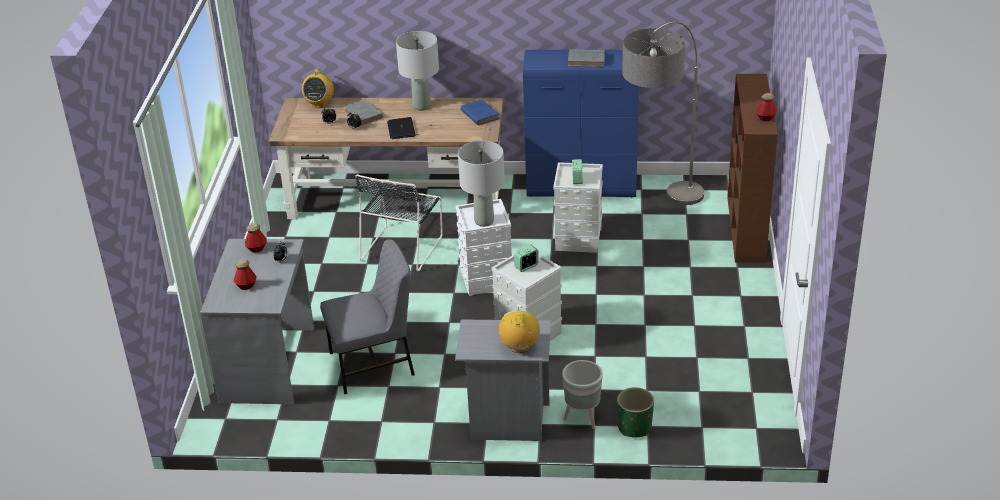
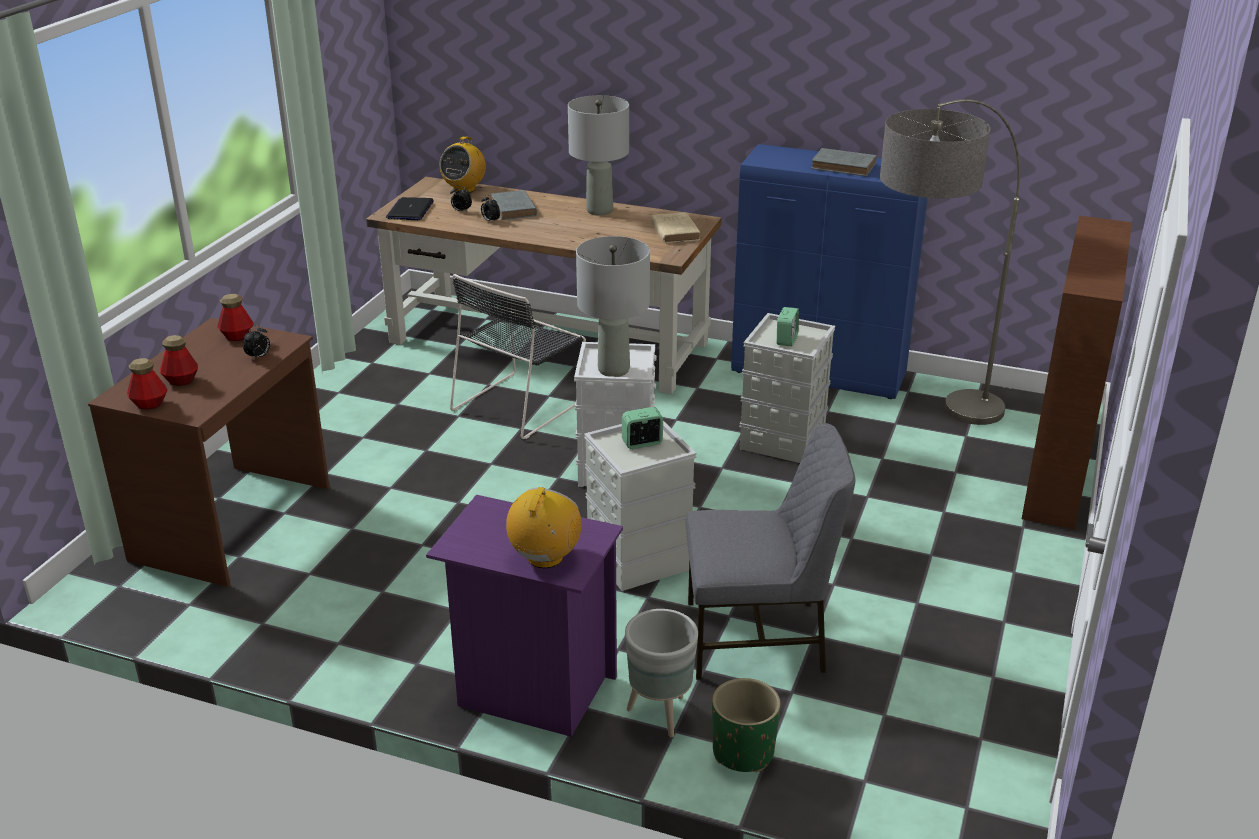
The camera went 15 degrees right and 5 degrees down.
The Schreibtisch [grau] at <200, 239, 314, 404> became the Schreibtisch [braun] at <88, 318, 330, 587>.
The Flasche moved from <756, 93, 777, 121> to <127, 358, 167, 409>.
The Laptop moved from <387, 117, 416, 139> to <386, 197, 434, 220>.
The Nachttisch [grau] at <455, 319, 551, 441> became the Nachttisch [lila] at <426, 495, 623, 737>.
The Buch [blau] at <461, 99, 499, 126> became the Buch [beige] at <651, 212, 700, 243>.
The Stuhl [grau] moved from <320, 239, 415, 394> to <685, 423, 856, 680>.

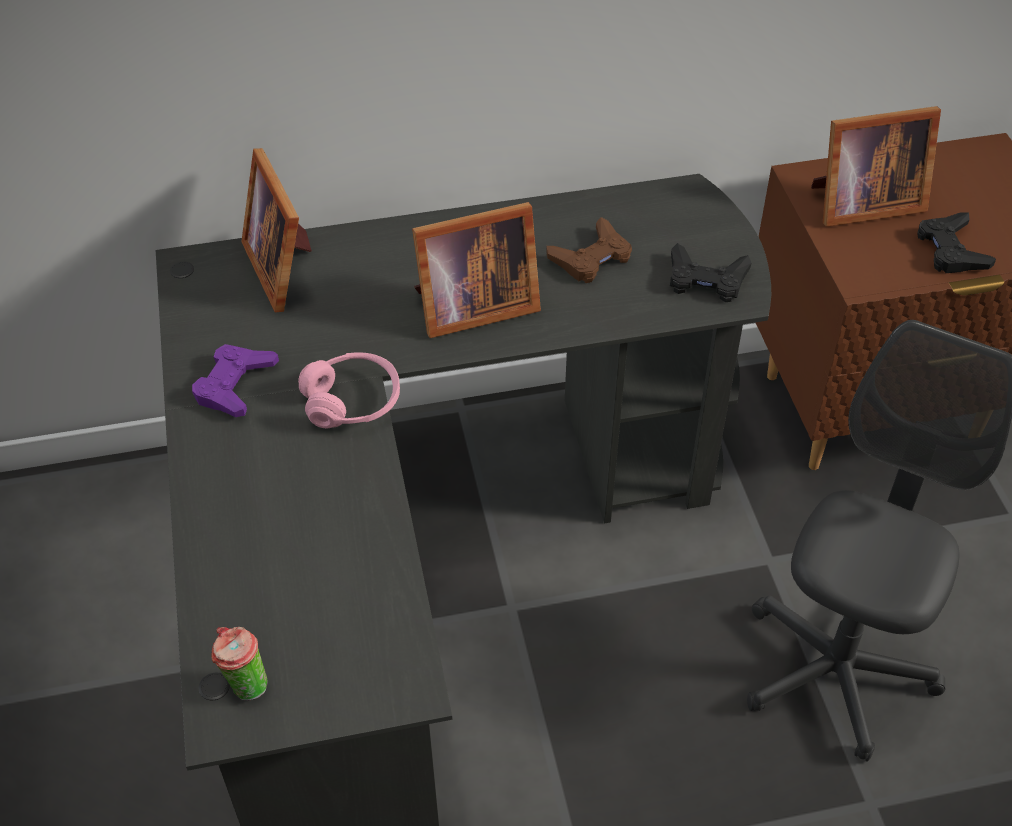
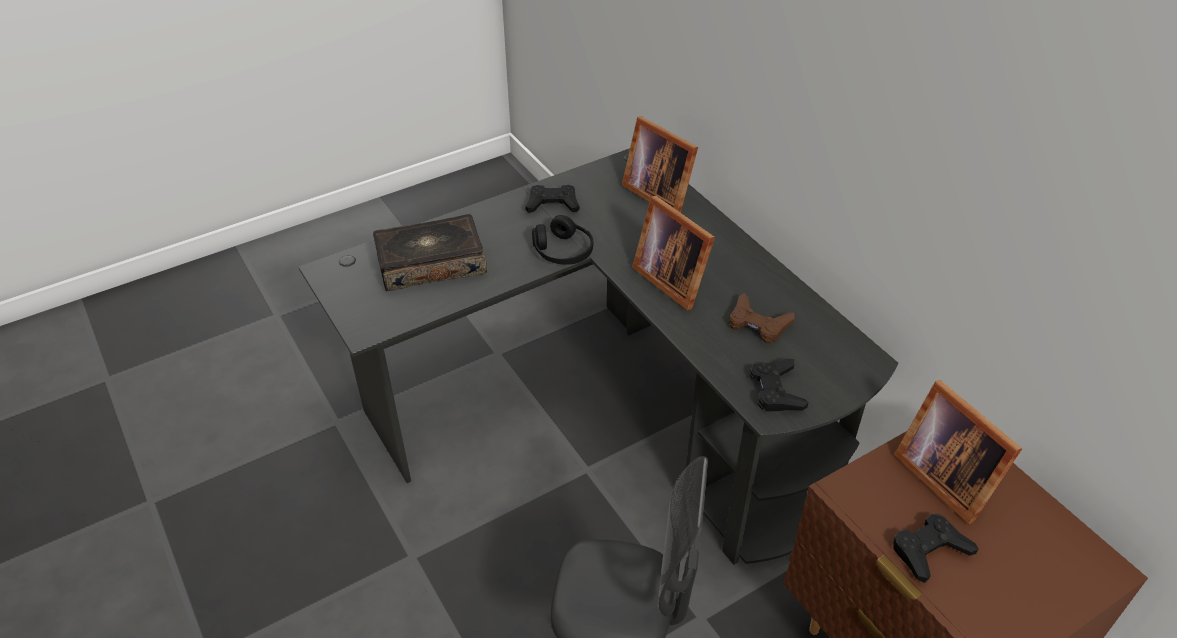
The camera went 70 degrees right and 5 degrees down.
The Buch at <373, 214, 487, 291> appeared.
The Gamepad [lila] at <192, 344, 279, 417> became the Gamepad [schwarz] at <525, 185, 580, 213>.
The Kopfhörer [rosa] at <298, 352, 400, 428> became the Kopfhörer [schwarz] at <532, 215, 593, 265>.
The Bilderrahmen at <241, 148, 312, 312> turned 90 degrees counterclockwise.
The Tasse at <211, 627, 267, 701> disappeared.

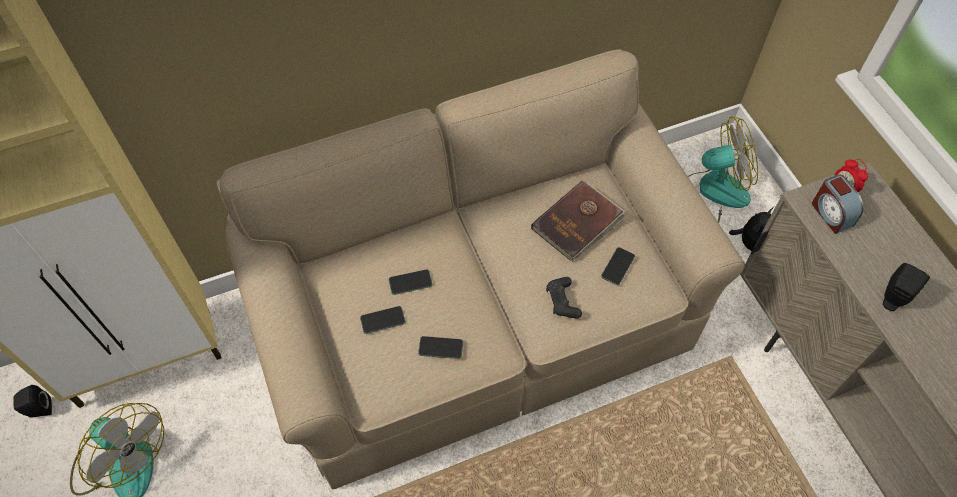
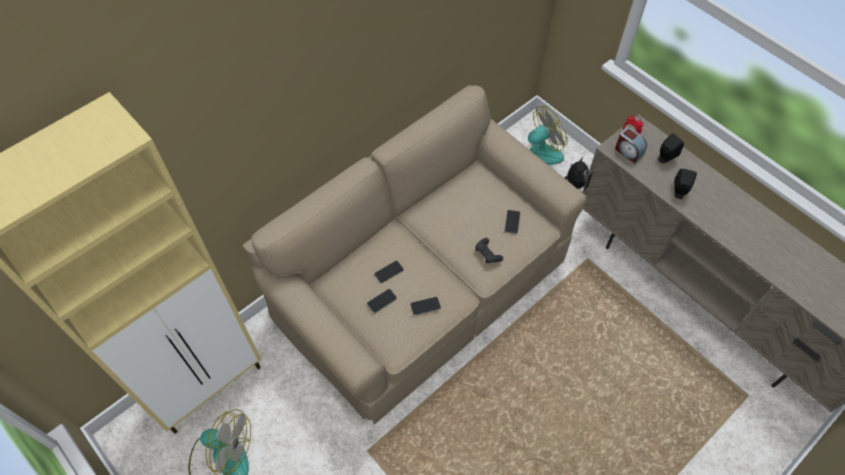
The camera went 20 degrees left and 0 degrees up.
The Lautsprecher [schwarz] moved from <14, 385, 52, 418> to <658, 133, 684, 163>.
The Buch [braun] at <531, 180, 626, 262> disappeared.

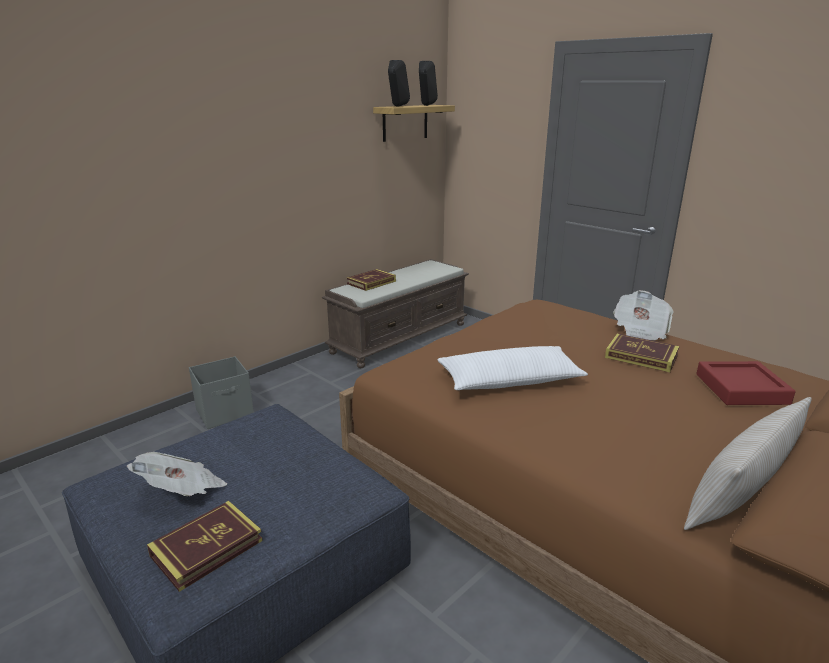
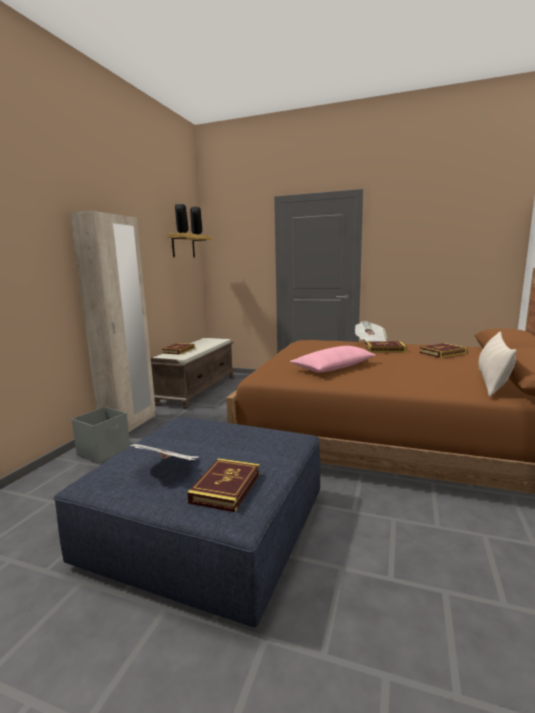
The camera went 25 degrees left and 10 degrees down.
The Kleiderschrank [beige] at <70, 211, 156, 432> appeared.
The Kissen [weiß] at <438, 346, 588, 390> became the Kissen [rosa] at <290, 346, 376, 372>.
The Tablett [rot] at <696, 361, 796, 405> was replaced by the Buch at <419, 343, 467, 358>.

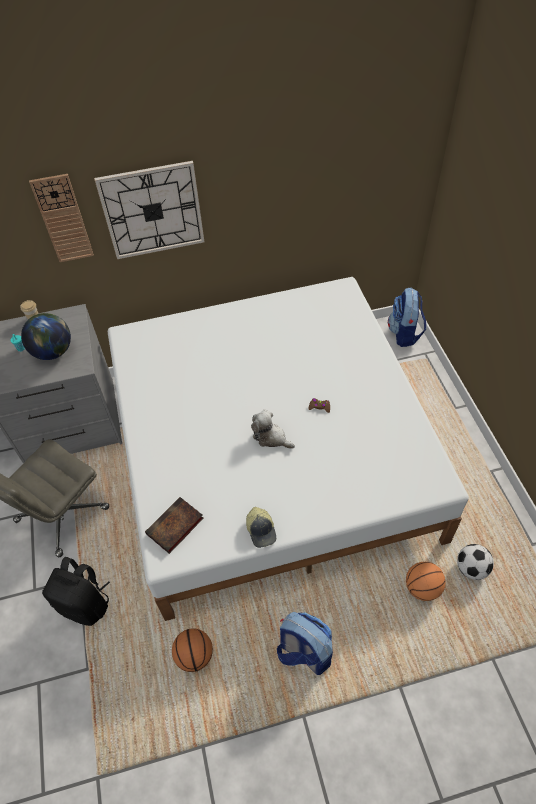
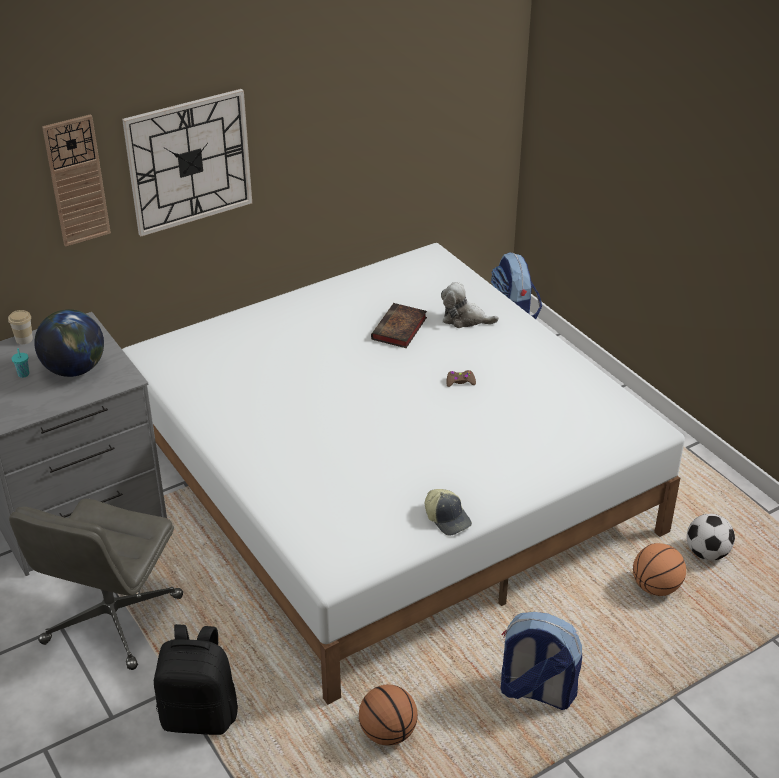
The camera went 20 degrees left and 15 degrees down.
The Buch moved from <145, 497, 203, 554> to <371, 303, 427, 348>.
The Plüschtier moved from <251, 410, 295, 449> to <441, 282, 499, 328>.

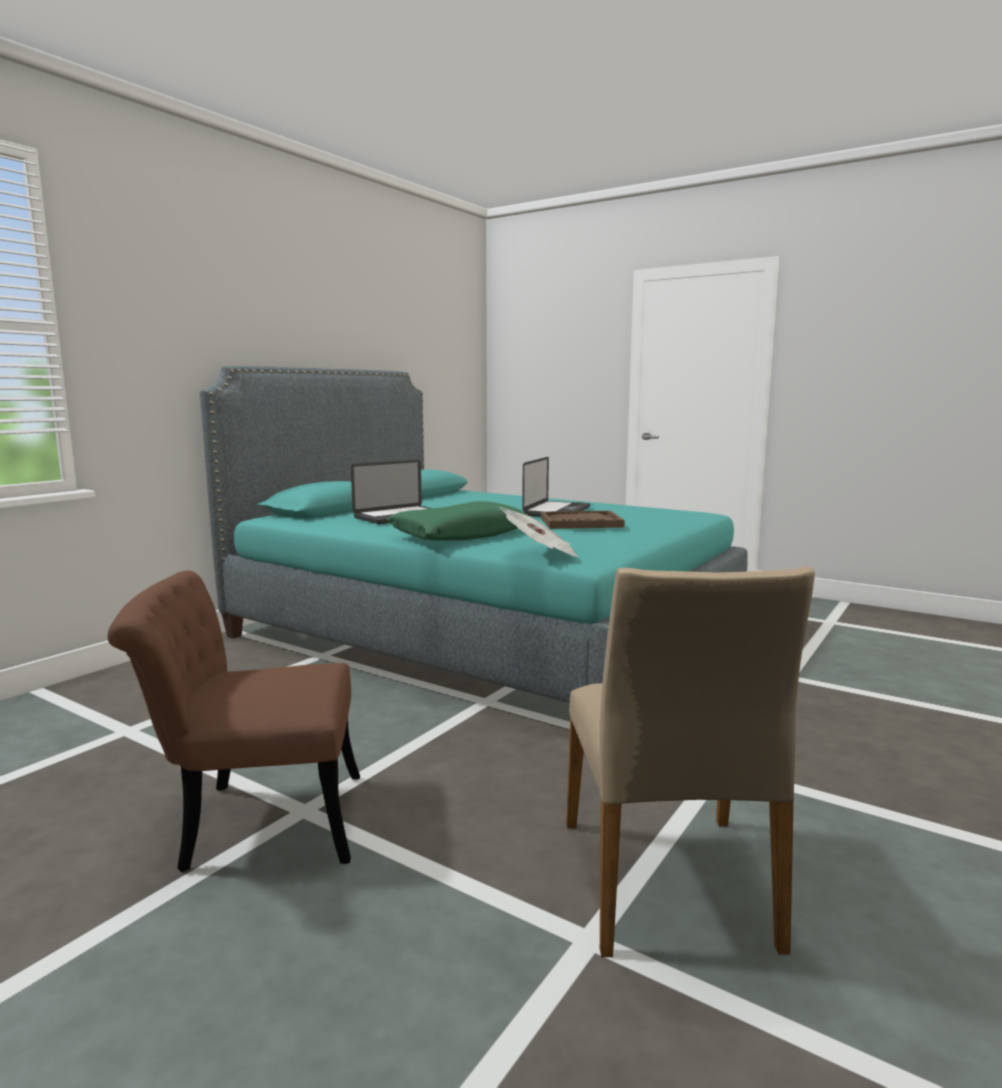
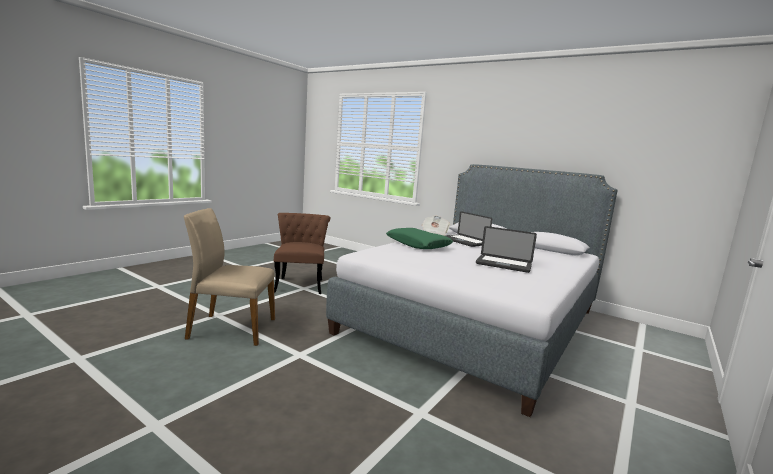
The camera went 90 degrees right and 0 degrees up.
The Bett [türkis] at <200, 366, 748, 703> became the Bett [grau] at <326, 164, 618, 417>.
The Zeitung moved from <499, 507, 578, 557> to <422, 215, 450, 236>.
The Tablett [braun] at <541, 511, 625, 529> disappeared.

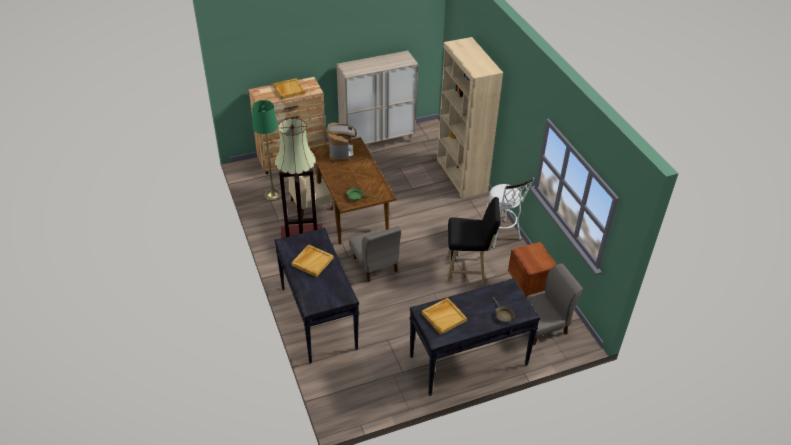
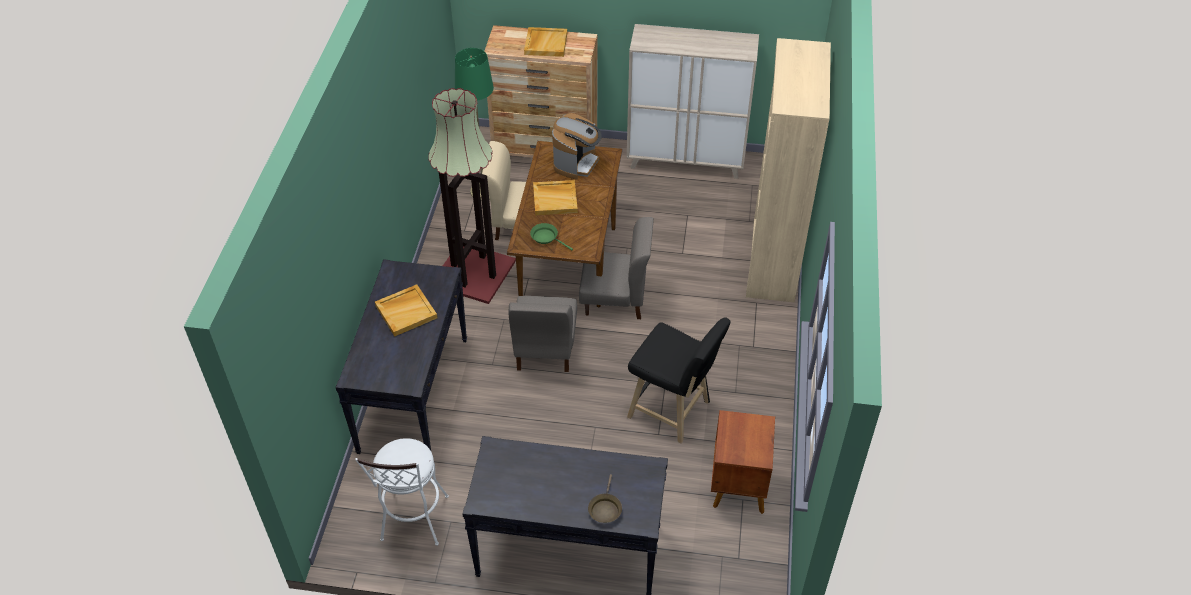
The camera went 30 degrees right and 5 degrees up.
The Hocker [weiß] moved from <487, 178, 534, 248> to <355, 438, 449, 546>.
The Tablett [beige] moved from <422, 298, 467, 335> to <533, 180, 578, 215>.
The Stuhl [grau] moved from <527, 263, 583, 346> to <579, 217, 654, 319>.

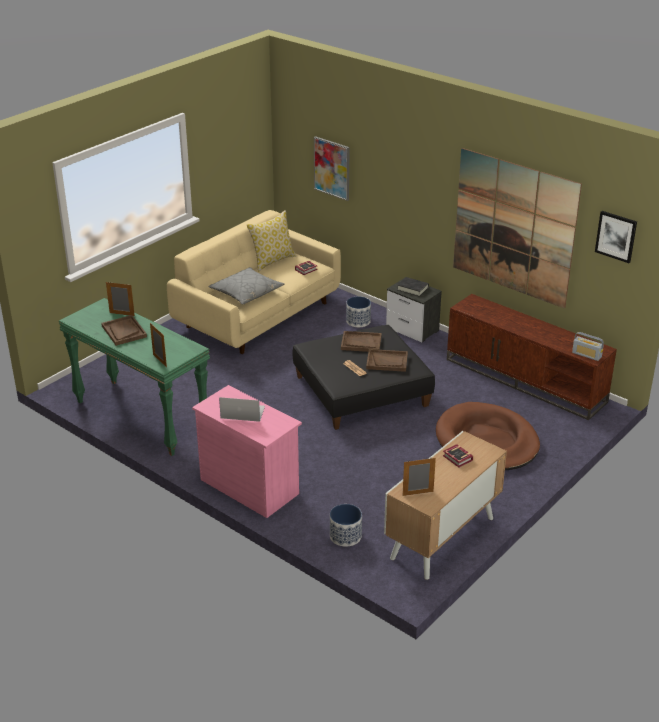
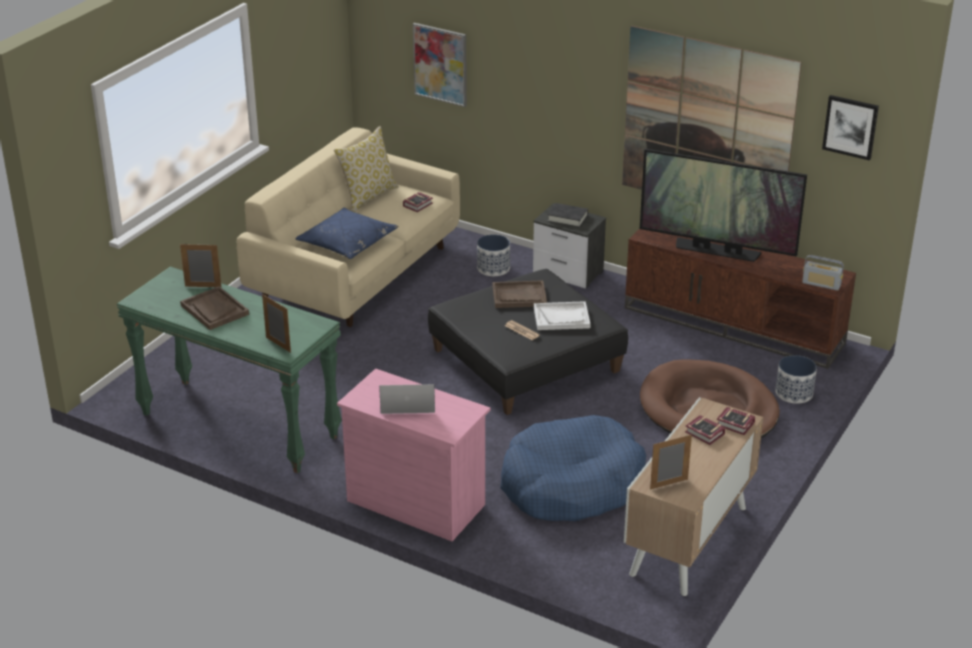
The camera went 10 degrees left and 0 degrees up.
The Kissen [grau] at <208, 267, 285, 305> became the Kissen [blau] at <295, 208, 399, 259>.
The Hundebett [blau] at <500, 415, 646, 521> appeared.
The Tablett [braun] at <366, 349, 408, 372> became the Tablett [weiß] at <534, 301, 591, 330>.
The Fernseher at <640, 149, 807, 262> appeared.
The Buch at <717, 407, 755, 435> appeared.
The Pflanzkübel moved from <330, 504, 362, 547> to <775, 355, 817, 404>.

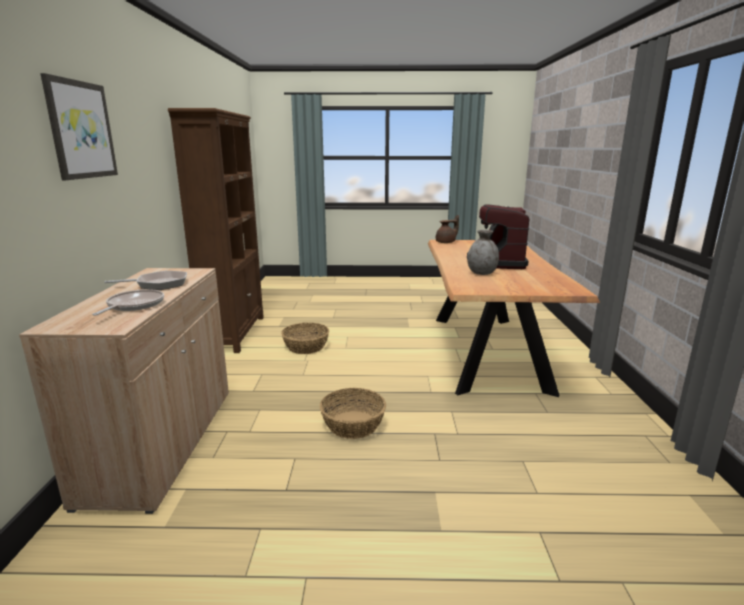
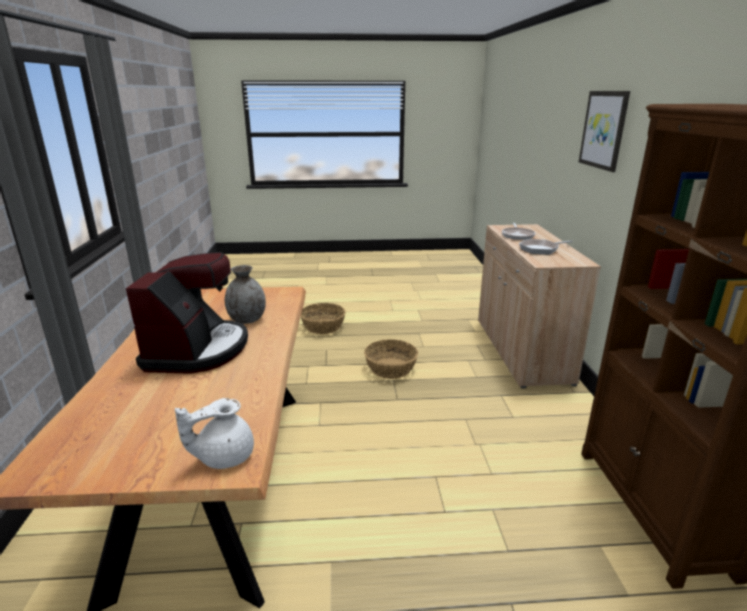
The camera went 175 degrees right and 5 degrees up.
The Teekanne [braun] at <436, 215, 459, 243> became the Teekanne [weiß] at <175, 398, 254, 469>.
The Korb moved from <281, 323, 329, 354> to <301, 303, 346, 334>.

